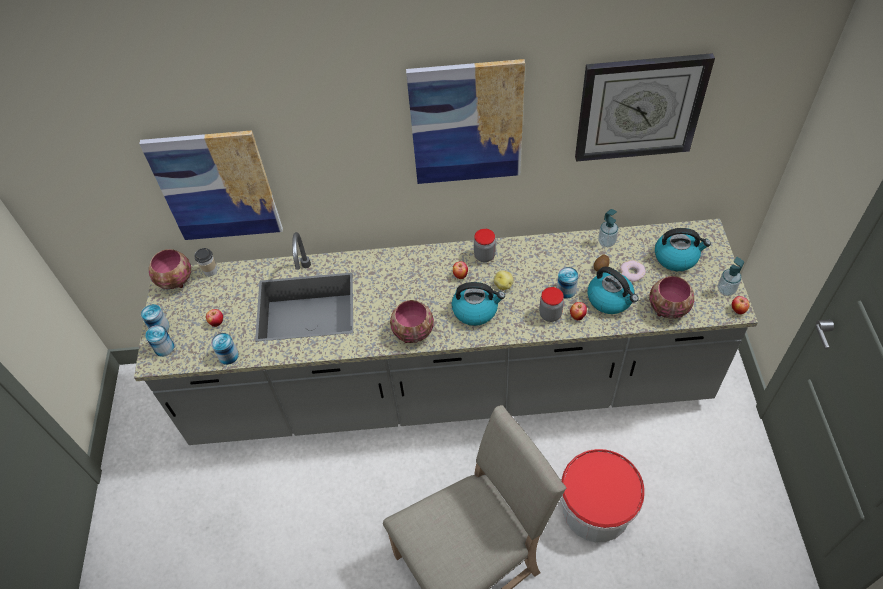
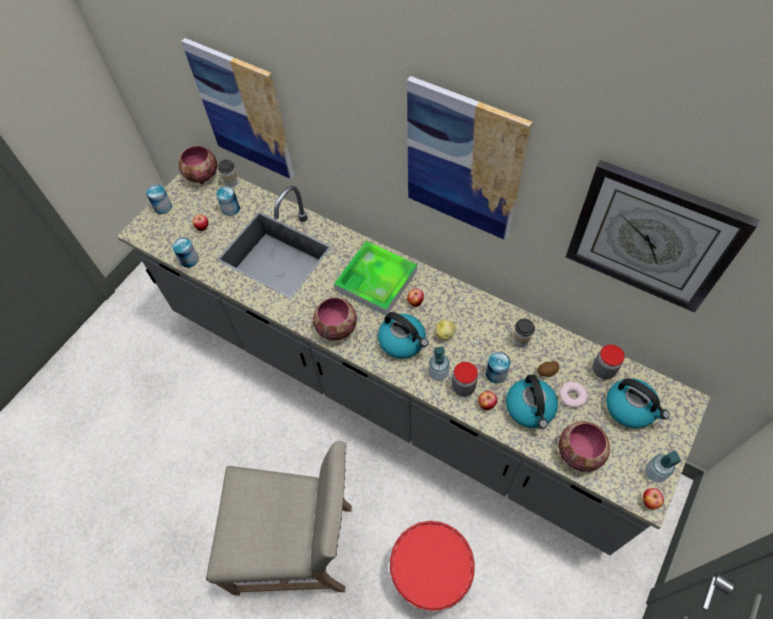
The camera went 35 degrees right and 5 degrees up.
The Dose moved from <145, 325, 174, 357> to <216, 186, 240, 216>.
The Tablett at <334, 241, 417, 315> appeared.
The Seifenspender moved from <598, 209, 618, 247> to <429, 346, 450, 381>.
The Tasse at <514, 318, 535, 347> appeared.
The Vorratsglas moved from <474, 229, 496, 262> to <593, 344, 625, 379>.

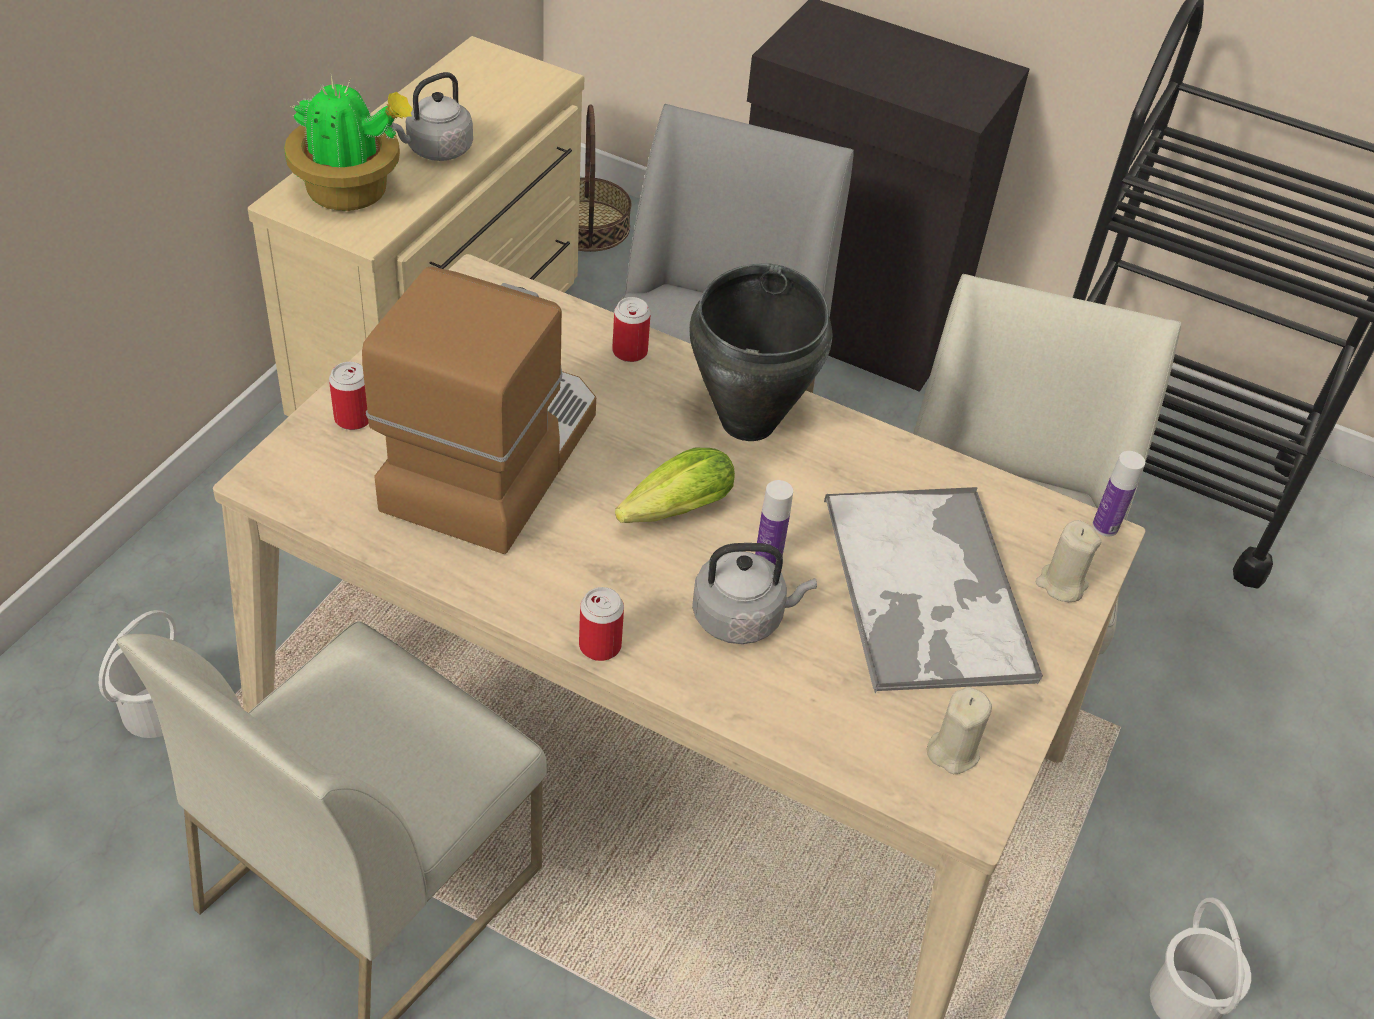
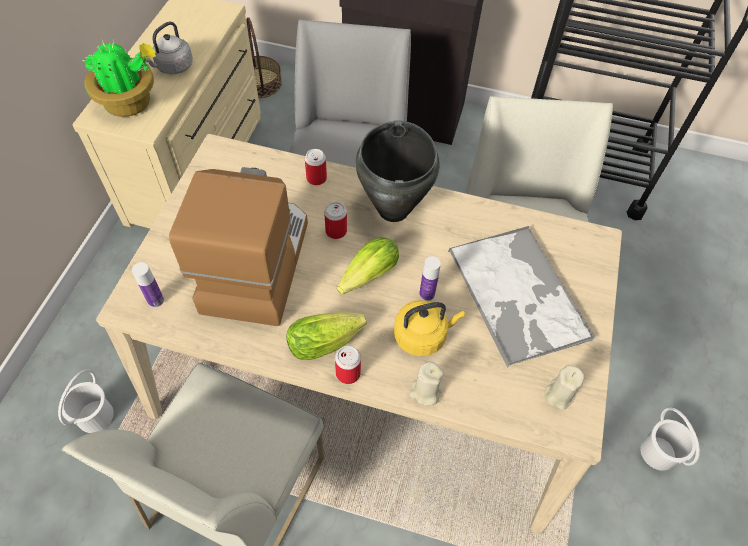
The camera went 10 degrees left and 10 degrees up.
The Flasche moved from <1092, 451, 1145, 536> to <132, 262, 164, 308>.
The Salatkopf at <286, 312, 367, 360> appeared.
The Dose moved from <329, 362, 369, 430> to <324, 202, 347, 239>.
The Wasserkessel [grau] at <692, 543, 817, 644> became the Wasserkessel [gelb] at <394, 300, 465, 356>.
The Kerze [beige] moved from <1036, 520, 1102, 602> to <409, 361, 444, 406>.

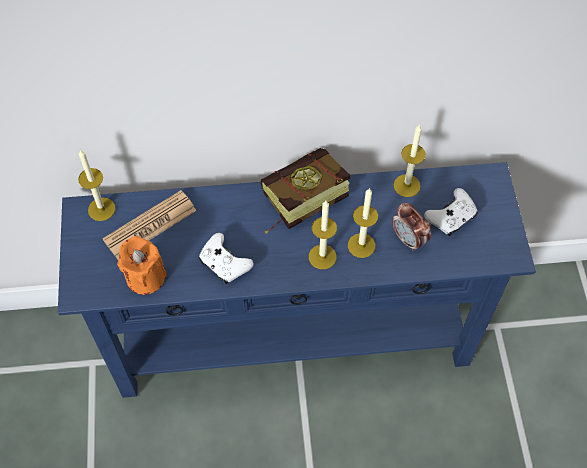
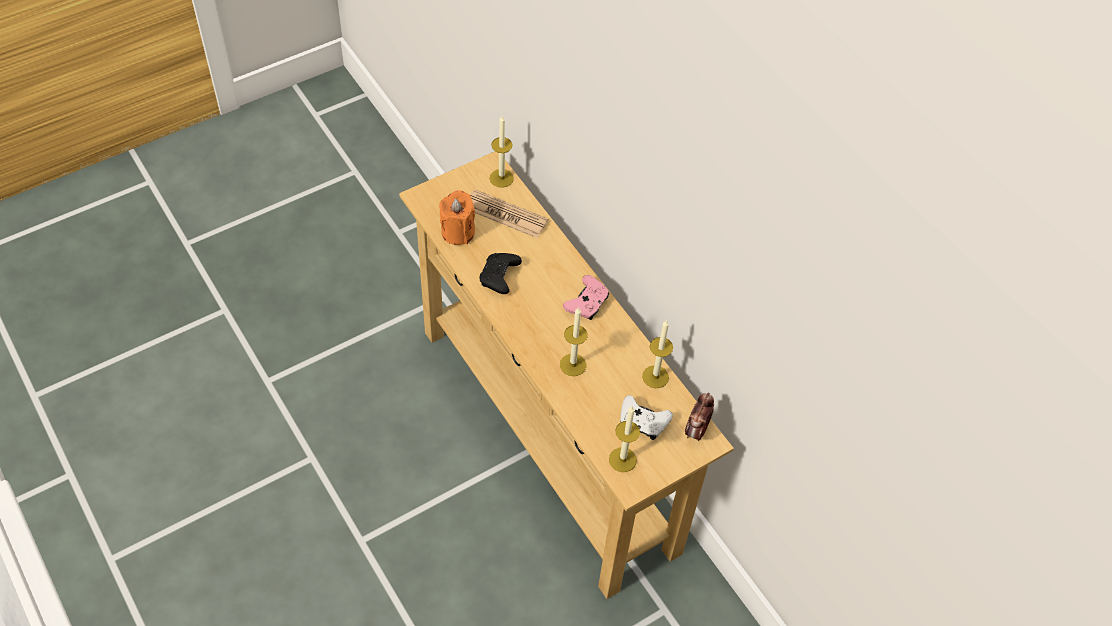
The camera went 60 degrees right and 5 degrees down.
The Konsolentisch [blau] at <58, 162, 536, 398> became the Konsolentisch [beige] at <399, 152, 734, 599>.
The Gamepad [weiß] at <199, 233, 254, 284> became the Gamepad [schwarz] at <480, 253, 522, 294>.
The Buch at <261, 148, 351, 234> was replaced by the Gamepad [rosa] at <563, 275, 609, 320>.
The Kerze moved from <309, 201, 337, 269> to <609, 406, 640, 472>.
The Wecker moved from <392, 203, 431, 251> to <685, 392, 714, 441>.

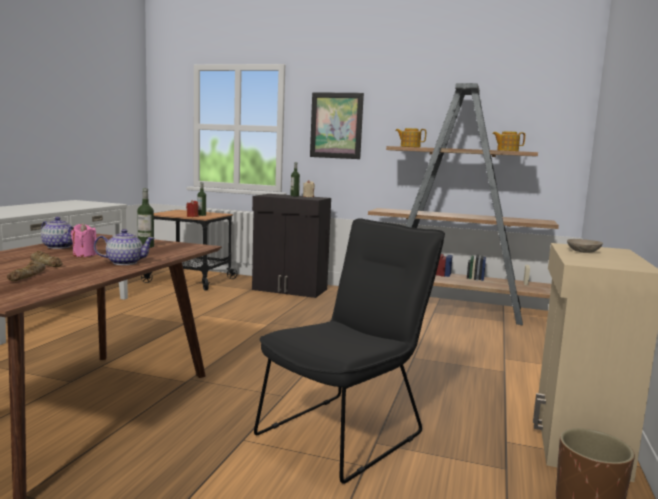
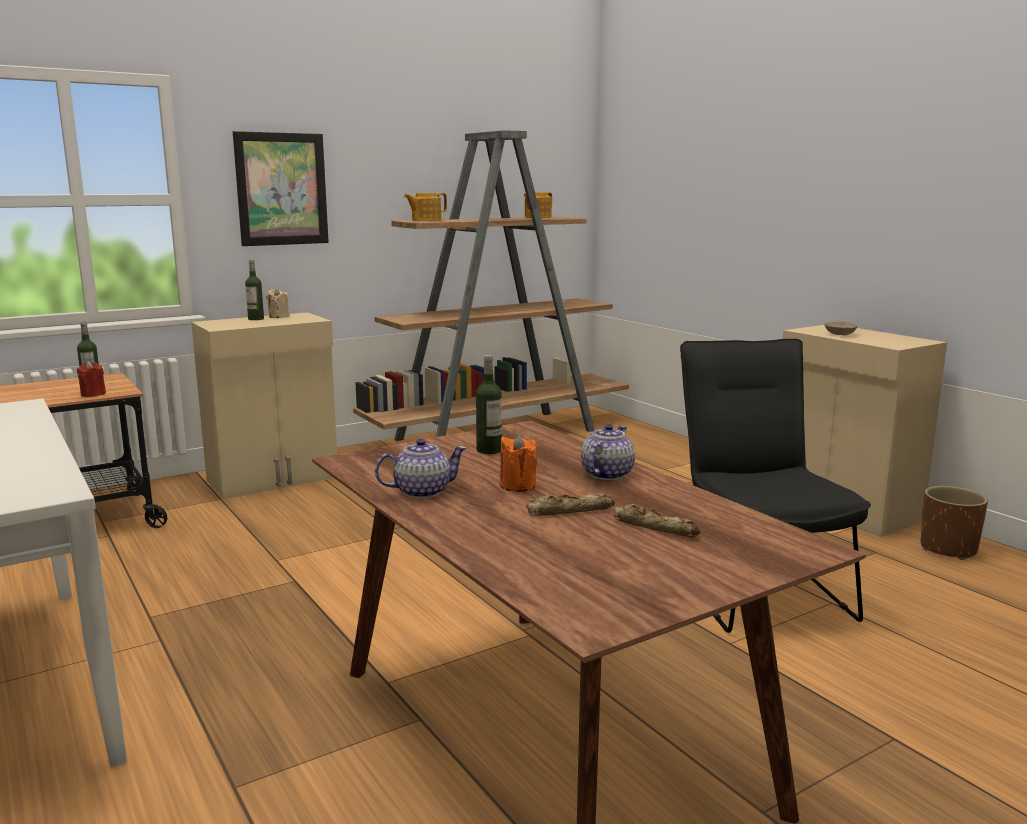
The camera went 50 degrees left and 5 degrees up.
The Schrank [schwarz] at <252, 194, 331, 298> became the Schrank [beige] at <191, 312, 337, 499>.
The Kerze [rosa] at <71, 223, 97, 257> became the Kerze [orange] at <500, 434, 537, 492>.

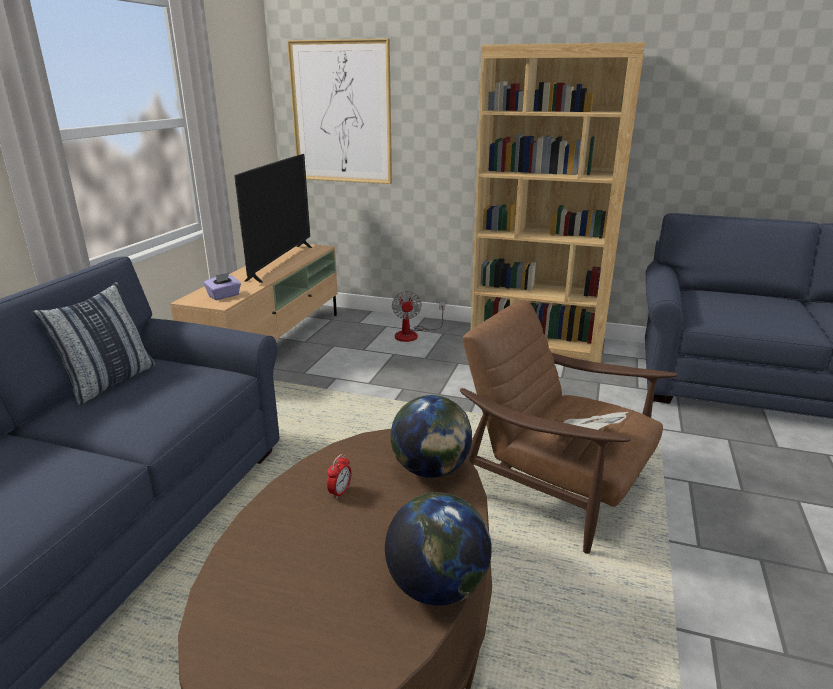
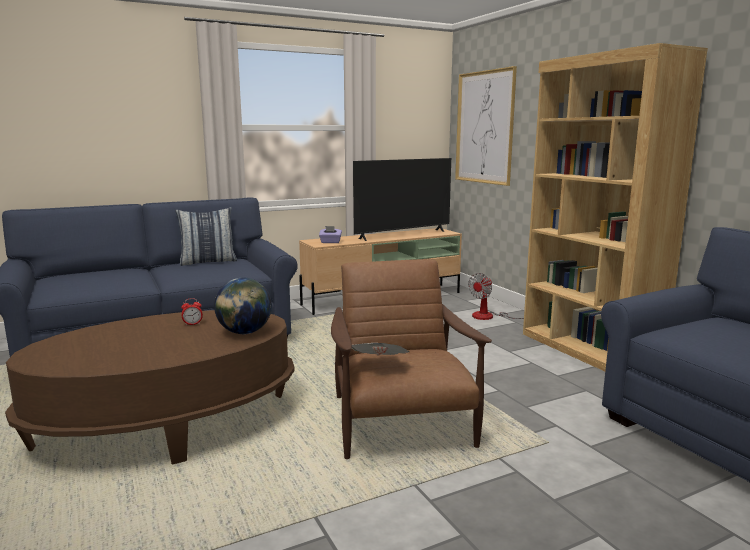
The camera went 45 degrees right and 10 degrees down.
The Globus at <385, 492, 492, 605> disappeared.

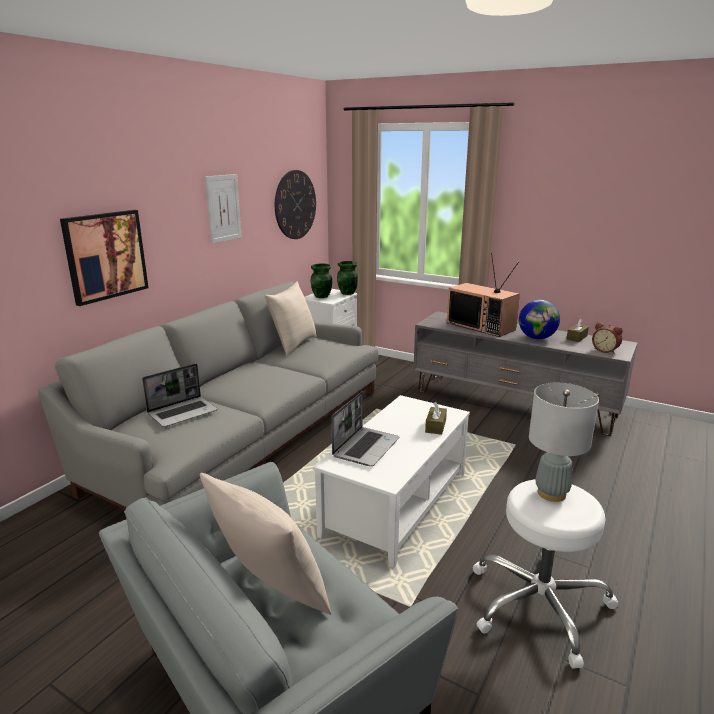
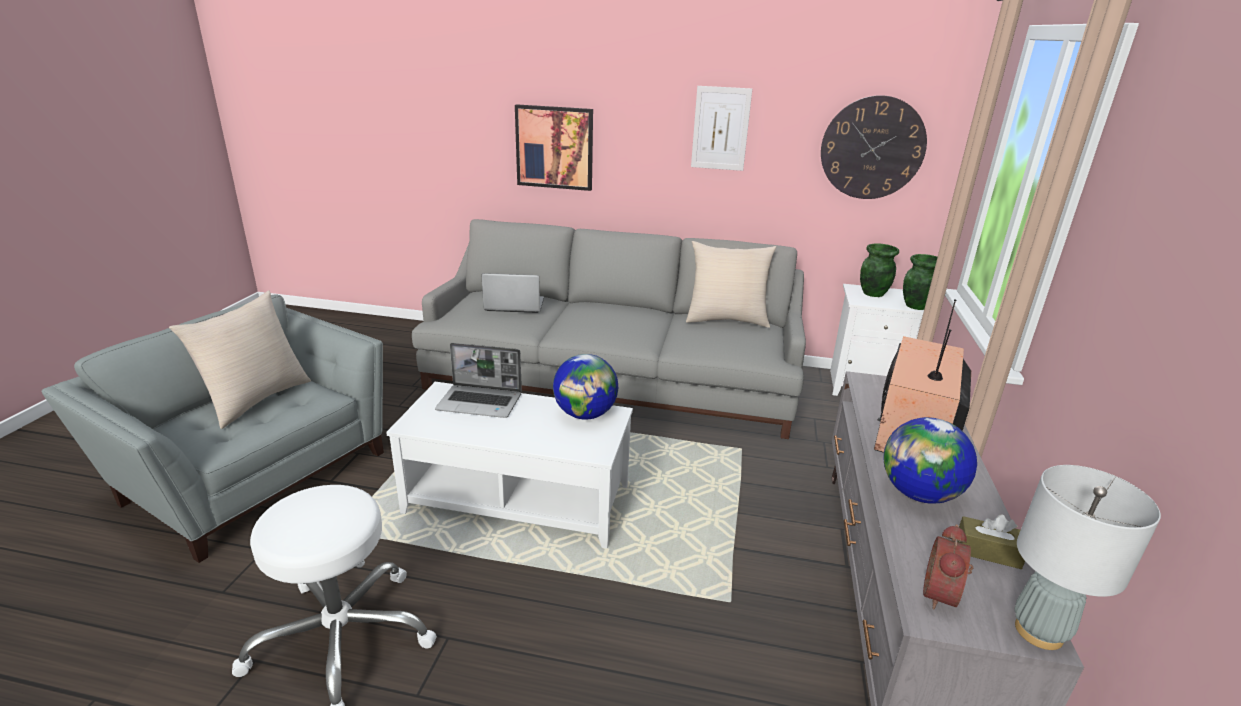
The camera went 70 degrees right and 5 degrees up.
The Laptop at <142, 363, 218, 427> turned 150 degrees clockwise.
The Globus at <553, 354, 618, 419> appeared.
The Tischlampe [grau] moved from <529, 383, 599, 502> to <1014, 465, 1161, 650>.
The Taschentuchbox [braun] at <425, 402, 447, 435> disappeared.

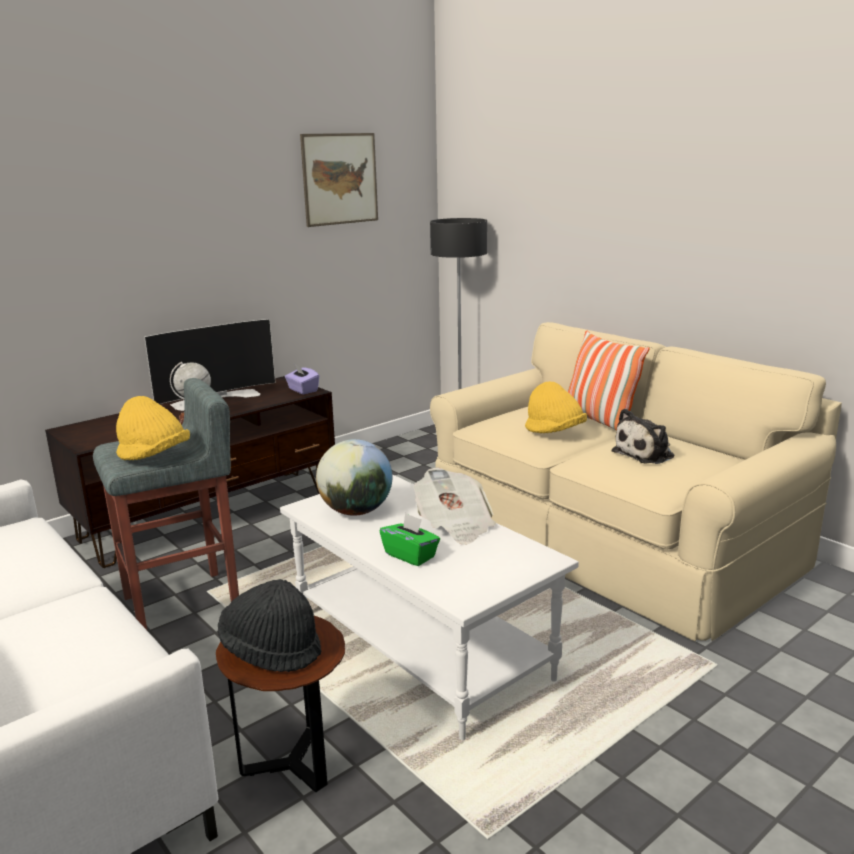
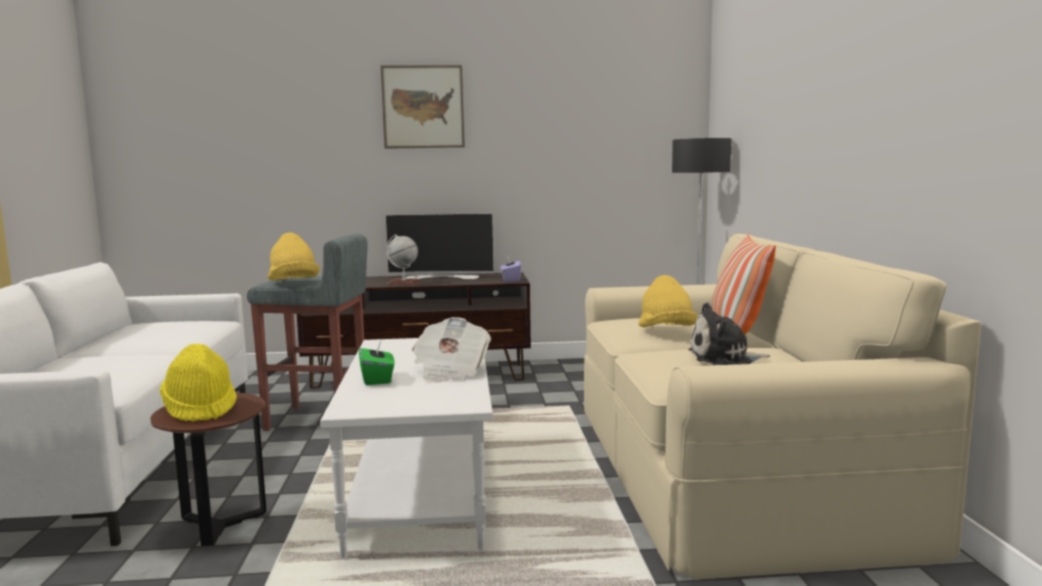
The camera went 35 degrees right and 10 degrees down.
The Hut [schwarz] at <218, 579, 321, 672> became the Hut [gelb] at <160, 344, 237, 422>.
The Bild moved from <300, 133, 378, 227> to <381, 65, 465, 149>.
The Globus at <316, 439, 392, 516> disappeared.

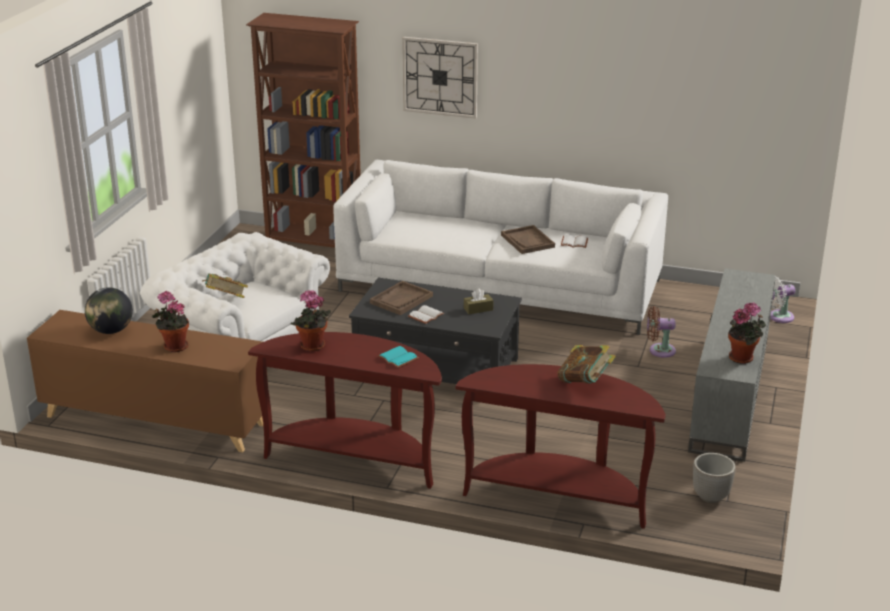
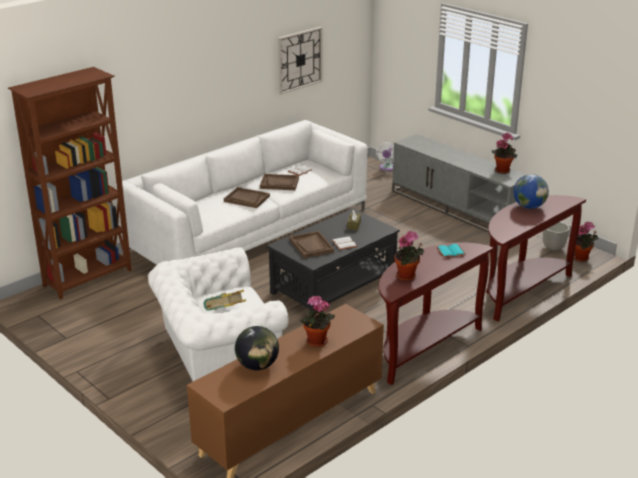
The camera went 60 degrees left and 0 degrees up.
The Tablett [braun] at <224, 187, 270, 208> appeared.
The Wanduhr moved from <402, 37, 478, 119> to <278, 27, 323, 95>.
The Buch at <557, 345, 616, 383> was replaced by the Globus at <513, 174, 549, 209>.
The Topfpflanze at <574, 222, 598, 262> appeared.
The Ventilator [braun] at <647, 306, 676, 358> disappeared.

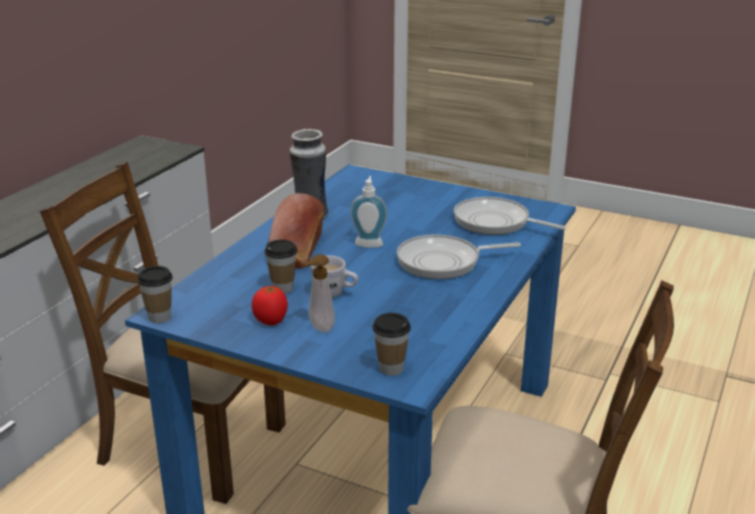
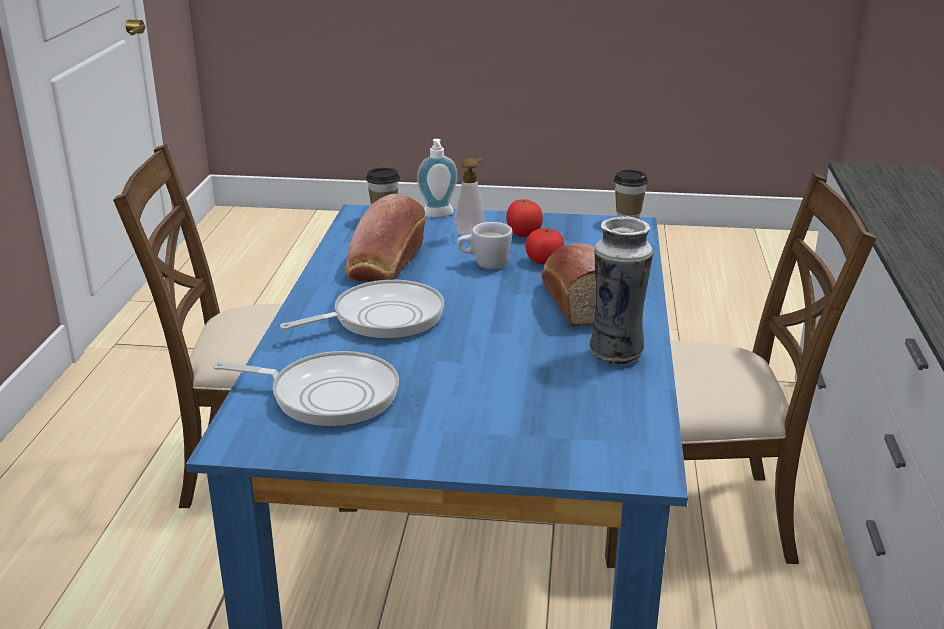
The camera went 160 degrees right and 0 degrees up.
The Brot at <346, 194, 425, 282> appeared.
The Seifenspender moved from <350, 176, 387, 248> to <417, 139, 458, 217>.
The Tasse at <264, 239, 297, 294> was replaced by the Tomate at <525, 228, 564, 264>.

